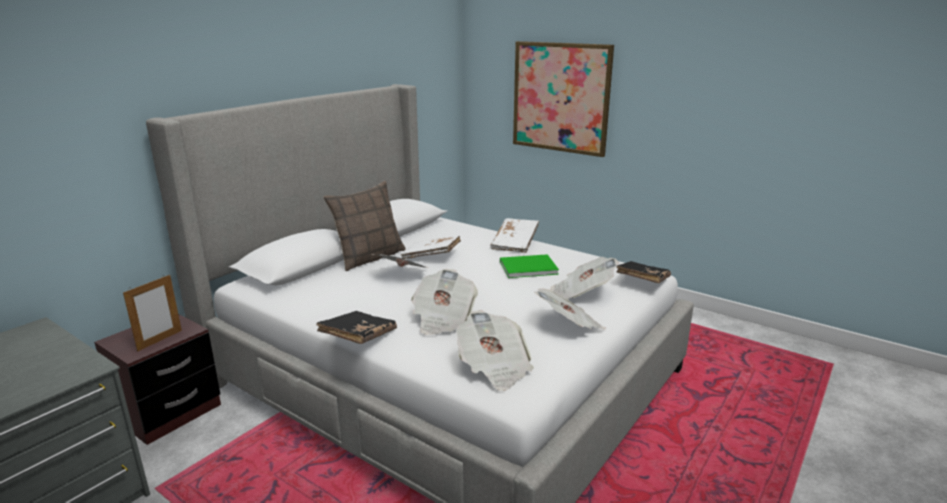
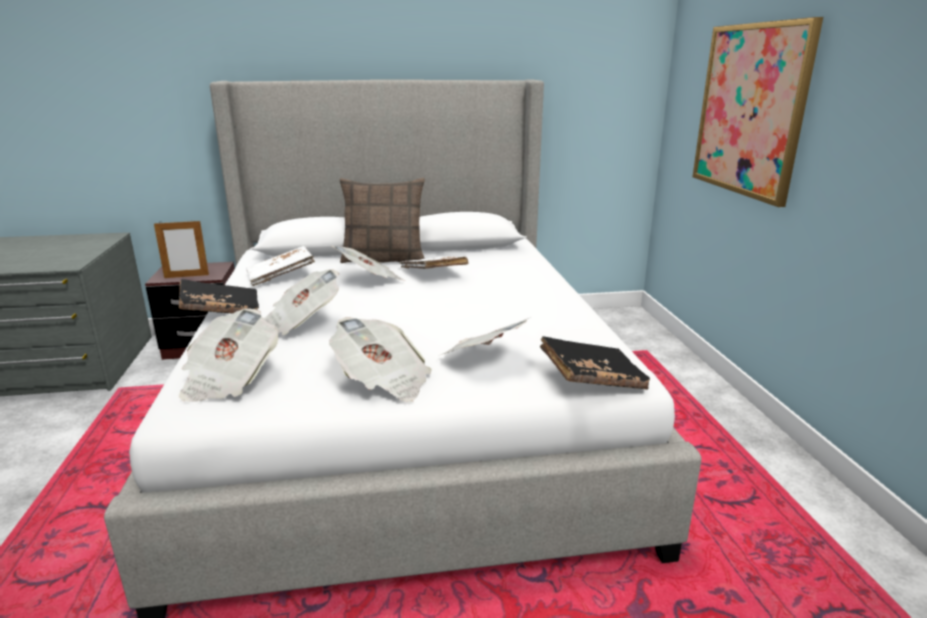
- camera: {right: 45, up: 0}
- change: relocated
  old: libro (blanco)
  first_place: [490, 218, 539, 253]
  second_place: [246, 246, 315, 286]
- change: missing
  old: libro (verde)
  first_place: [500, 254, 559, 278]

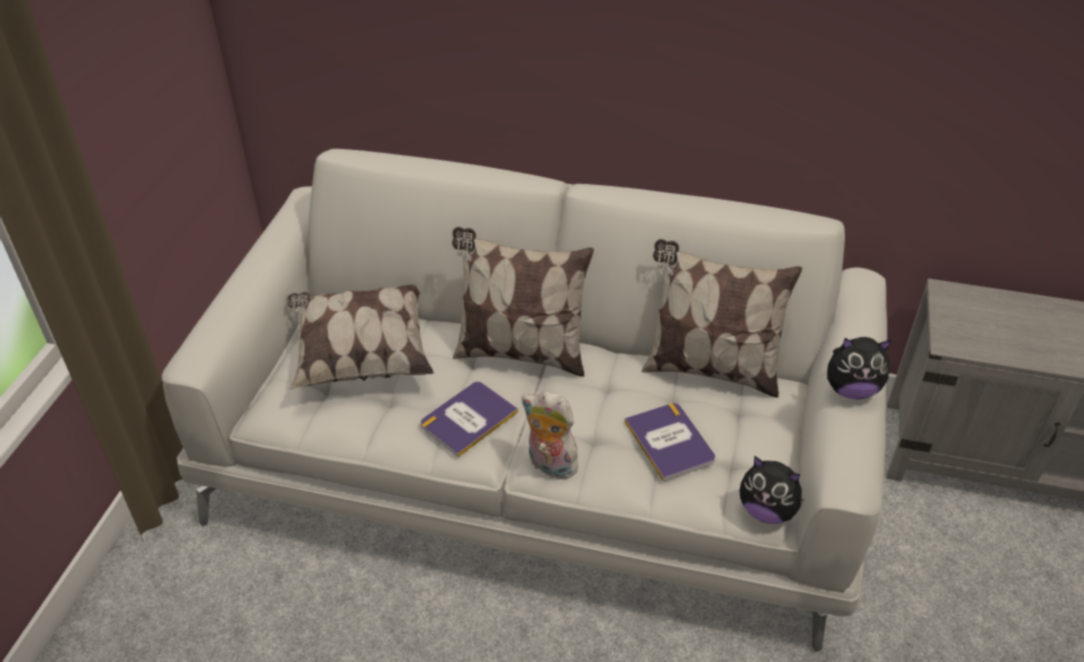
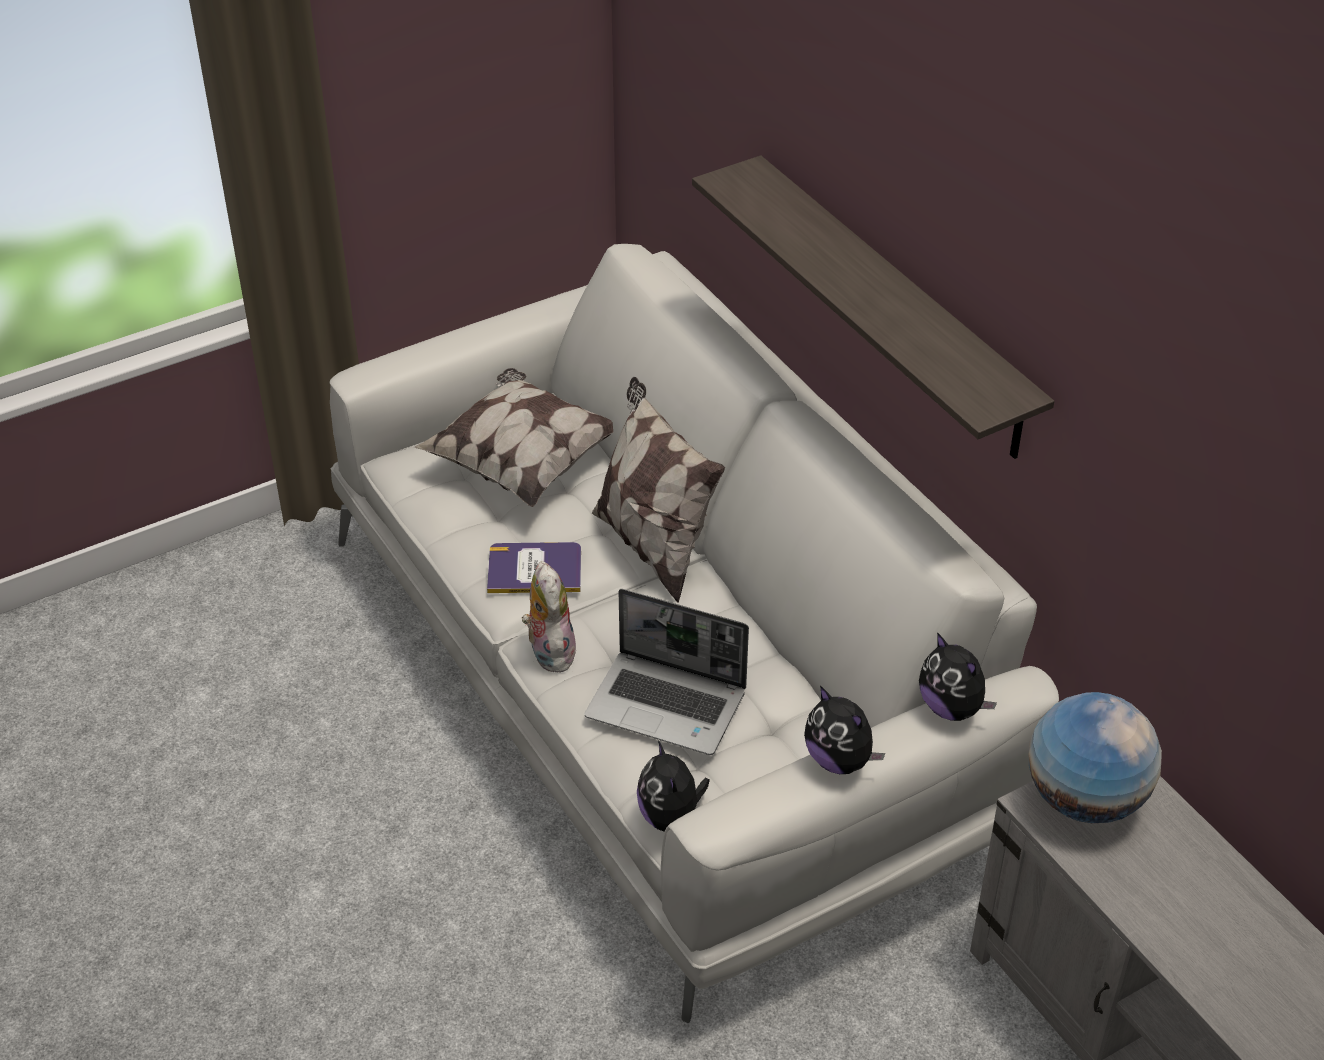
- camera: {right: 45, up: 0}
- change: exchanged
  old: libro
  new: portátil
  first_place: [624, 403, 715, 481]
  second_place: [585, 589, 749, 755]
- change: appeared
  new: estante
  second_place: [692, 155, 1054, 459]
- change: appeared
  new: peluche
  second_place: [919, 632, 997, 721]
- change: appeared
  new: globo terráqueo
  second_place: [1029, 692, 1162, 823]
- change: missing
  old: cojín
  first_place: [642, 239, 802, 398]

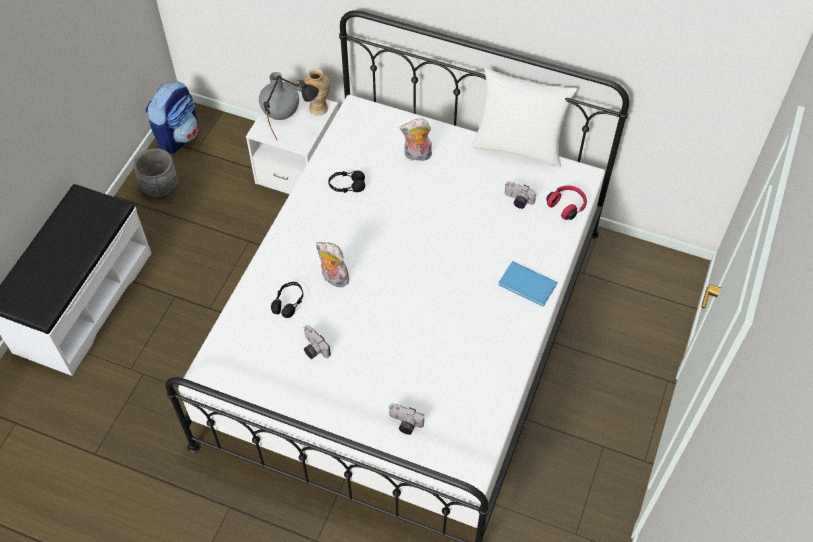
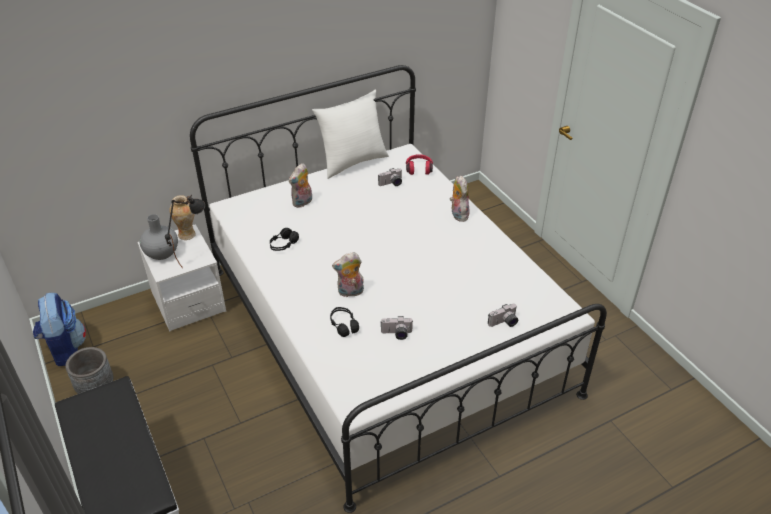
- camera: {right: -50, up: -15}
- change: exchanged
  old: libro (azul)
  new: peluche
  first_place: [498, 261, 558, 307]
  second_place: [450, 176, 470, 222]

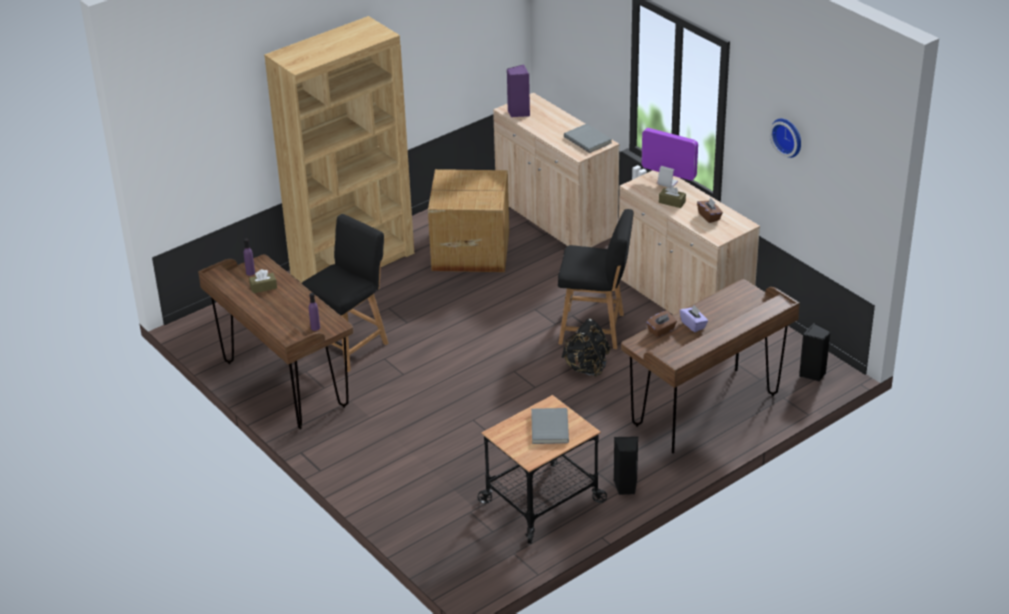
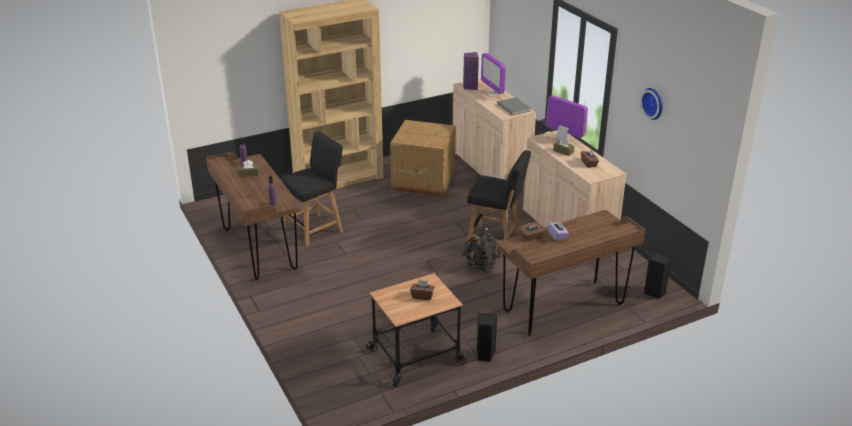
- camera: {right: 10, up: -5}
- change: exchanged
  old: libro (gris)
  new: caja de pañuelos (marrón)
  first_place: [531, 408, 569, 444]
  second_place: [410, 280, 435, 300]
- change: appeared
  new: monitor
  second_place: [481, 53, 506, 97]

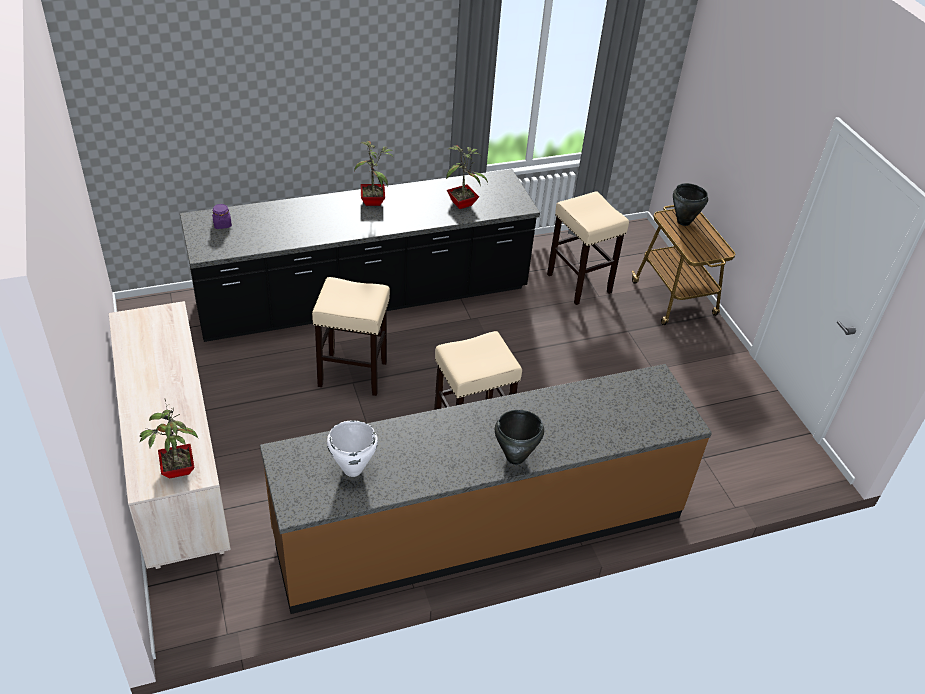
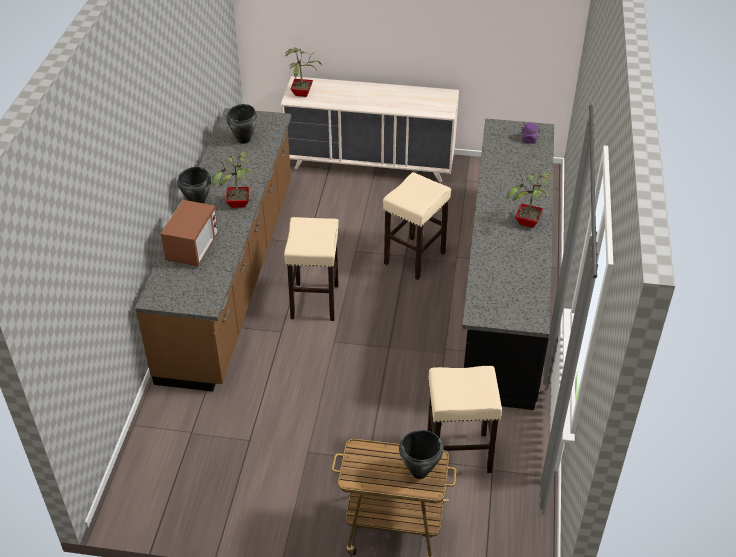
- camera: {right: 120, up: 0}
- change: appeared
  new: microondas
  second_place: [161, 200, 219, 267]
- change: relocated
  old: planta en maceta
  first_place: [446, 145, 488, 209]
  second_place: [212, 150, 253, 208]
- change: colour
  old: olla (blanco)
  new: olla (negro)
  first_place: [327, 420, 378, 477]
  second_place: [226, 104, 257, 144]

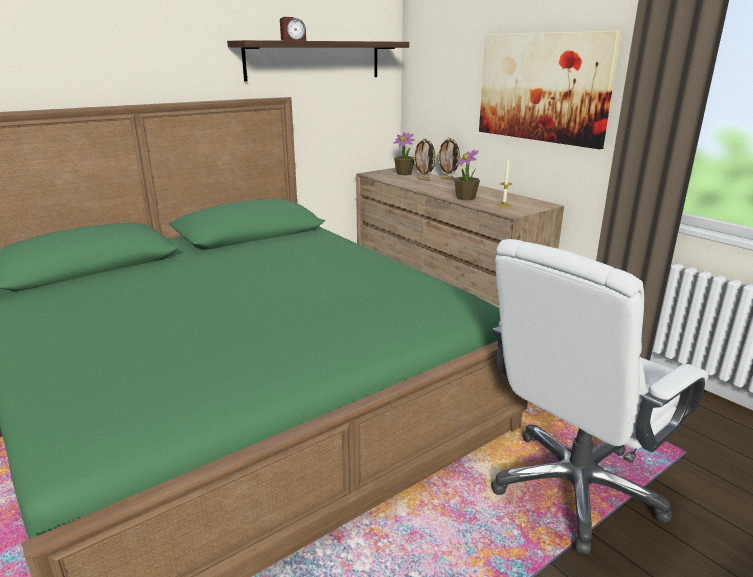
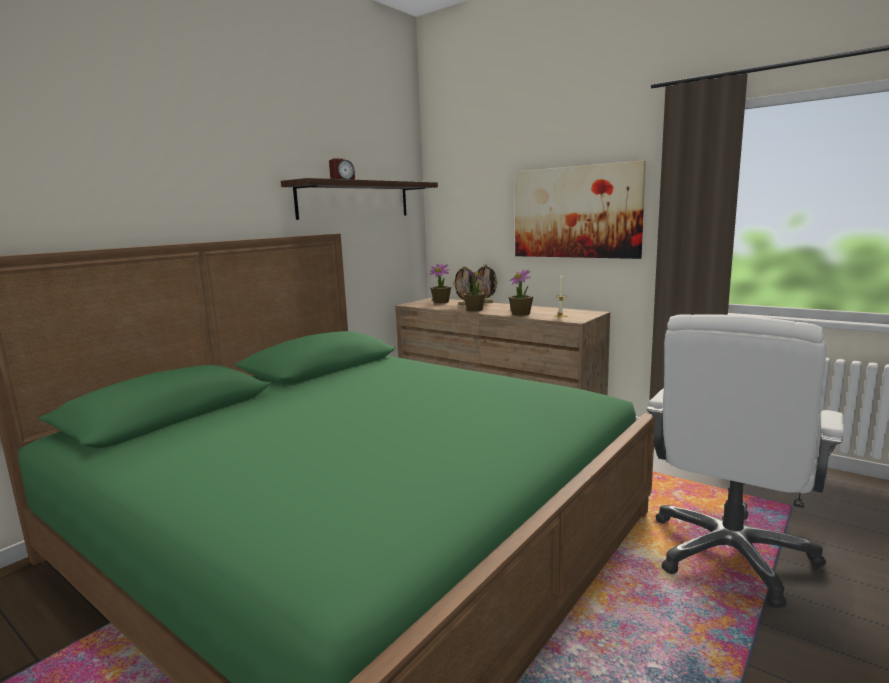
- camera: {right: -15, up: -10}
- change: appeared
  new: planta en maceta
  second_place: [463, 269, 485, 312]

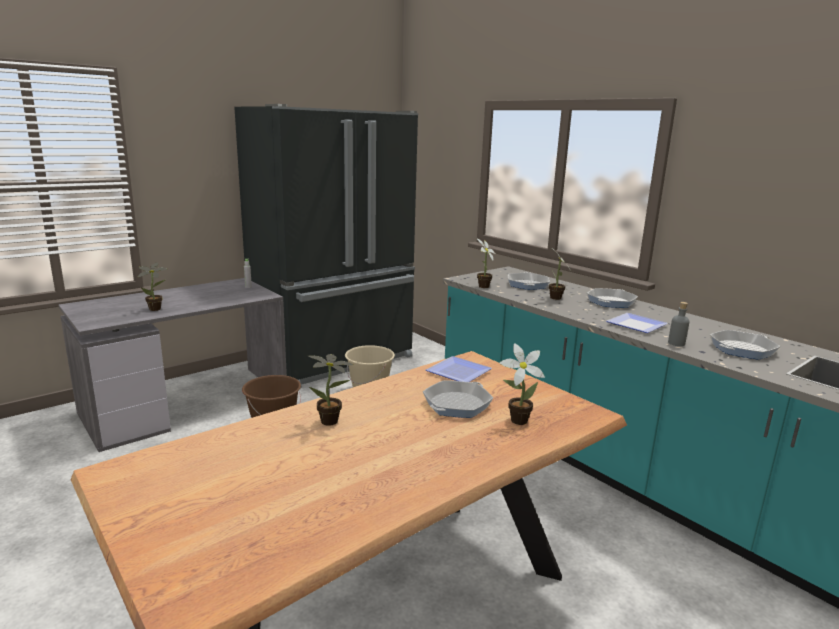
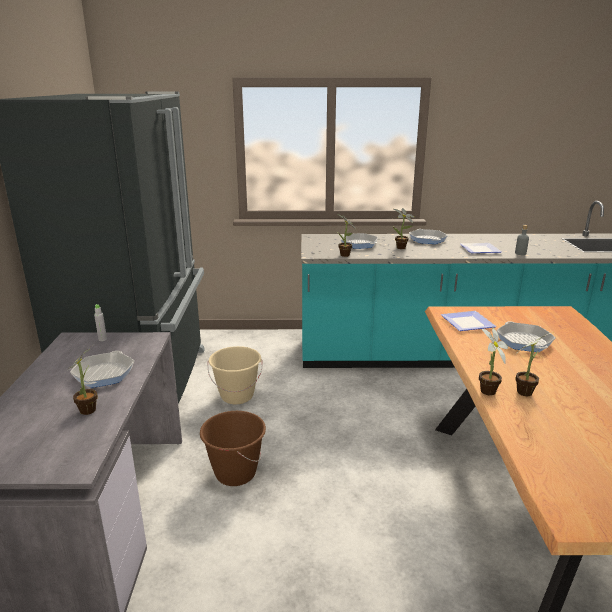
- camera: {right: -50, up: 5}
- change: relocated
  old: sartén
  first_place: [710, 330, 780, 360]
  second_place: [70, 351, 134, 388]
- change: relocated
  old: planta en maceta
  first_place: [499, 343, 545, 425]
  second_place: [479, 327, 508, 396]

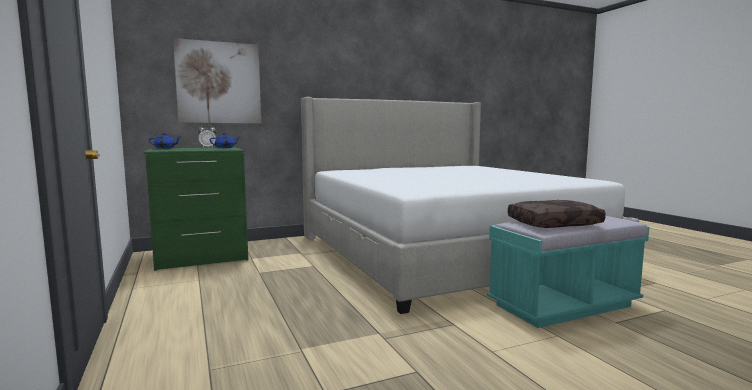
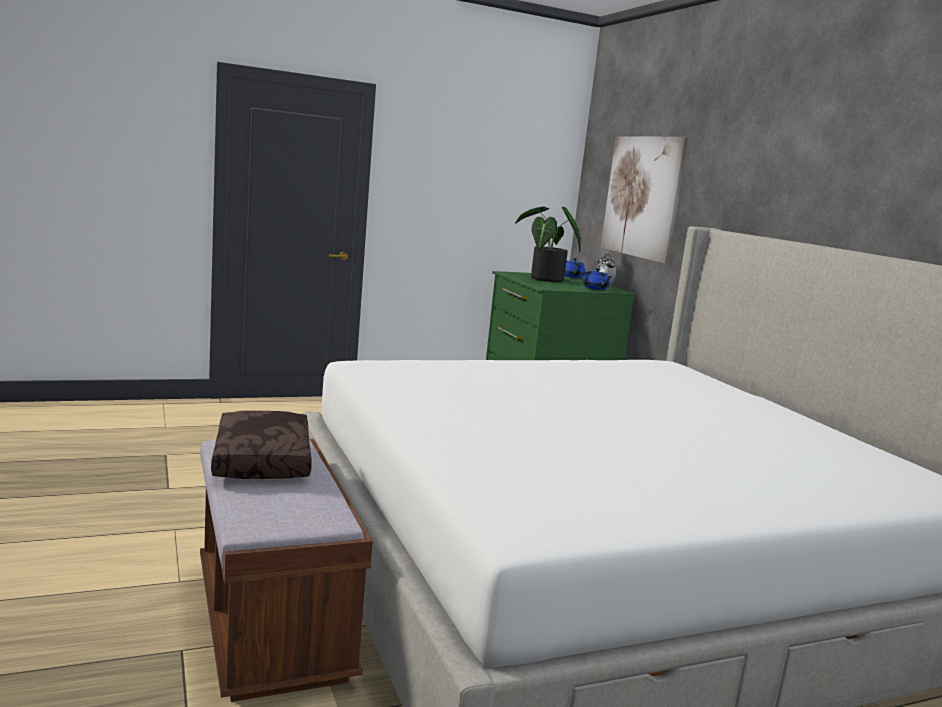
- camera: {right: 90, up: 5}
- change: colour
  old: banco (turquesa)
  new: banco (marrón)
  first_place: [487, 216, 649, 328]
  second_place: [200, 439, 373, 702]
- change: appeared
  new: planta en maceta
  second_place: [515, 206, 581, 282]

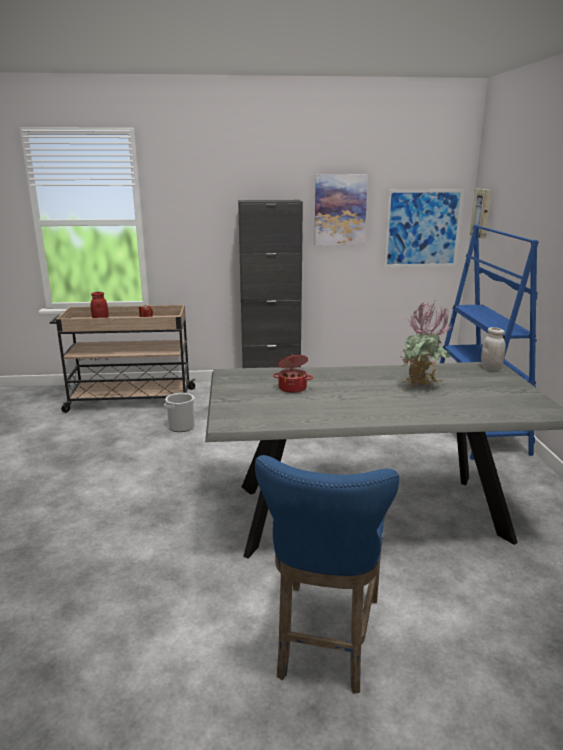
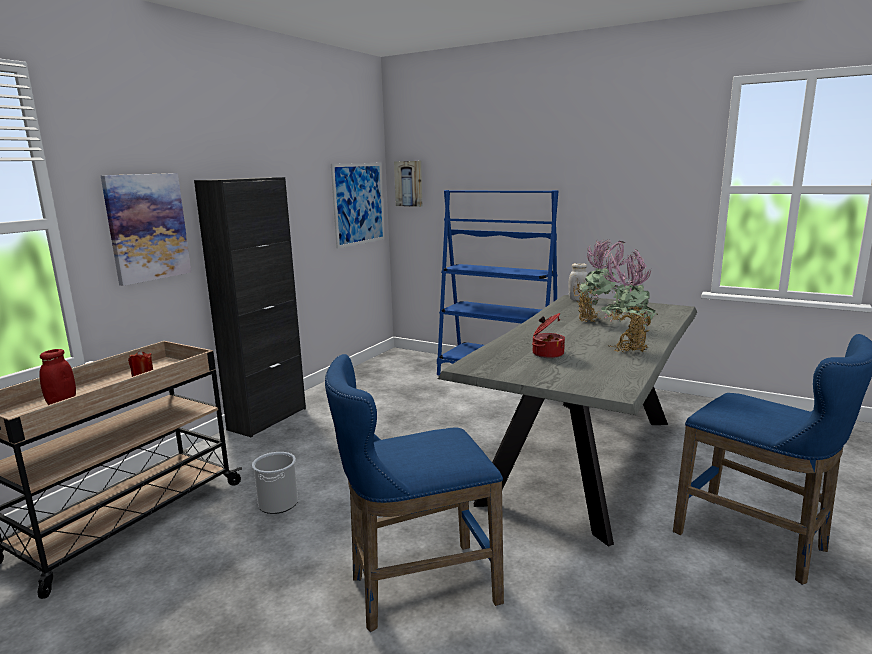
- camera: {right: -55, up: -5}
- change: relocated
  old: cuadro
  first_place: [314, 174, 368, 245]
  second_place: [100, 173, 191, 286]
- change: appeared
  new: taburete (azul)
  second_place: [325, 354, 504, 632]
- change: appeared
  new: planta en maceta
  second_place: [601, 249, 658, 353]

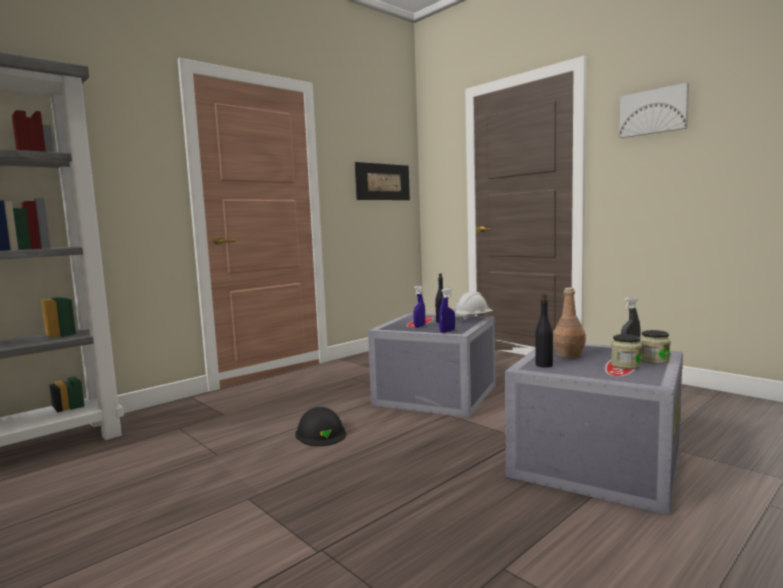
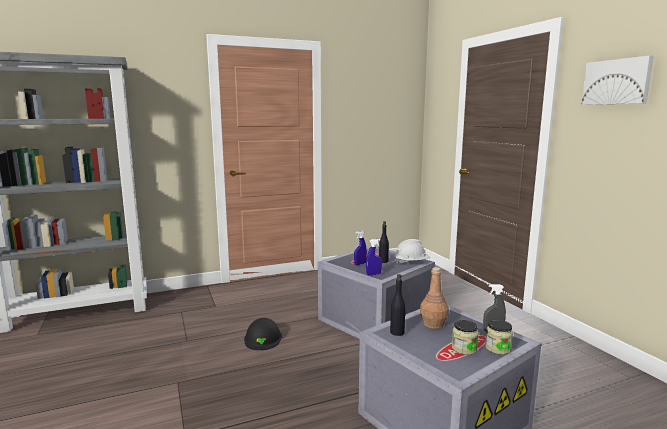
- camera: {right: 20, up: 5}
- change: missing
  old: cuadro
  first_place: [355, 162, 410, 200]

